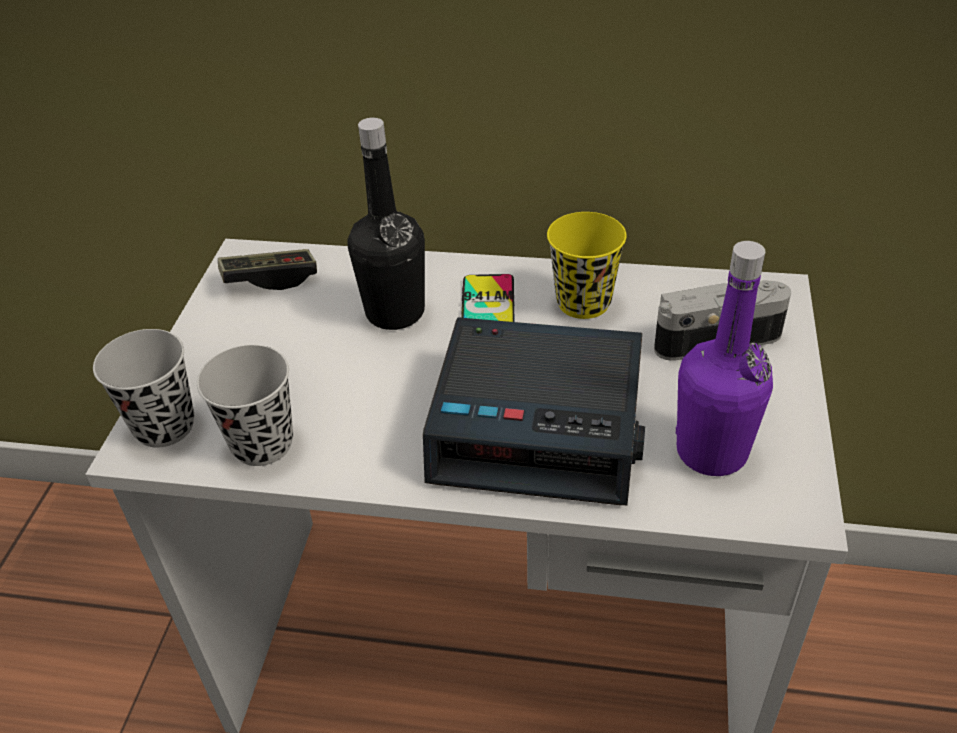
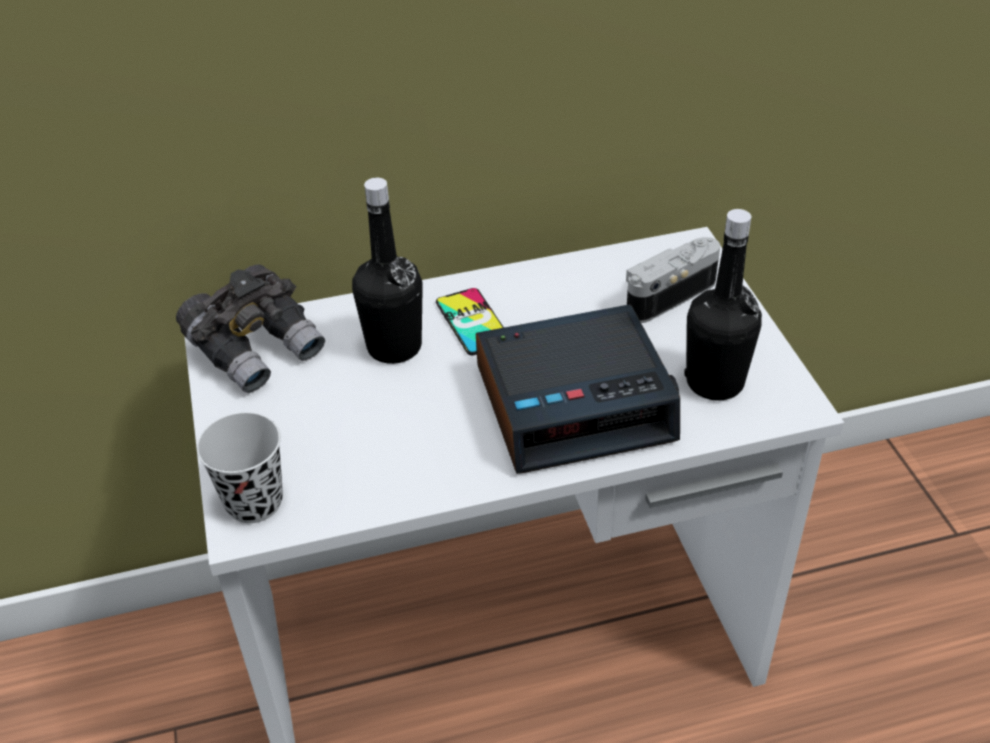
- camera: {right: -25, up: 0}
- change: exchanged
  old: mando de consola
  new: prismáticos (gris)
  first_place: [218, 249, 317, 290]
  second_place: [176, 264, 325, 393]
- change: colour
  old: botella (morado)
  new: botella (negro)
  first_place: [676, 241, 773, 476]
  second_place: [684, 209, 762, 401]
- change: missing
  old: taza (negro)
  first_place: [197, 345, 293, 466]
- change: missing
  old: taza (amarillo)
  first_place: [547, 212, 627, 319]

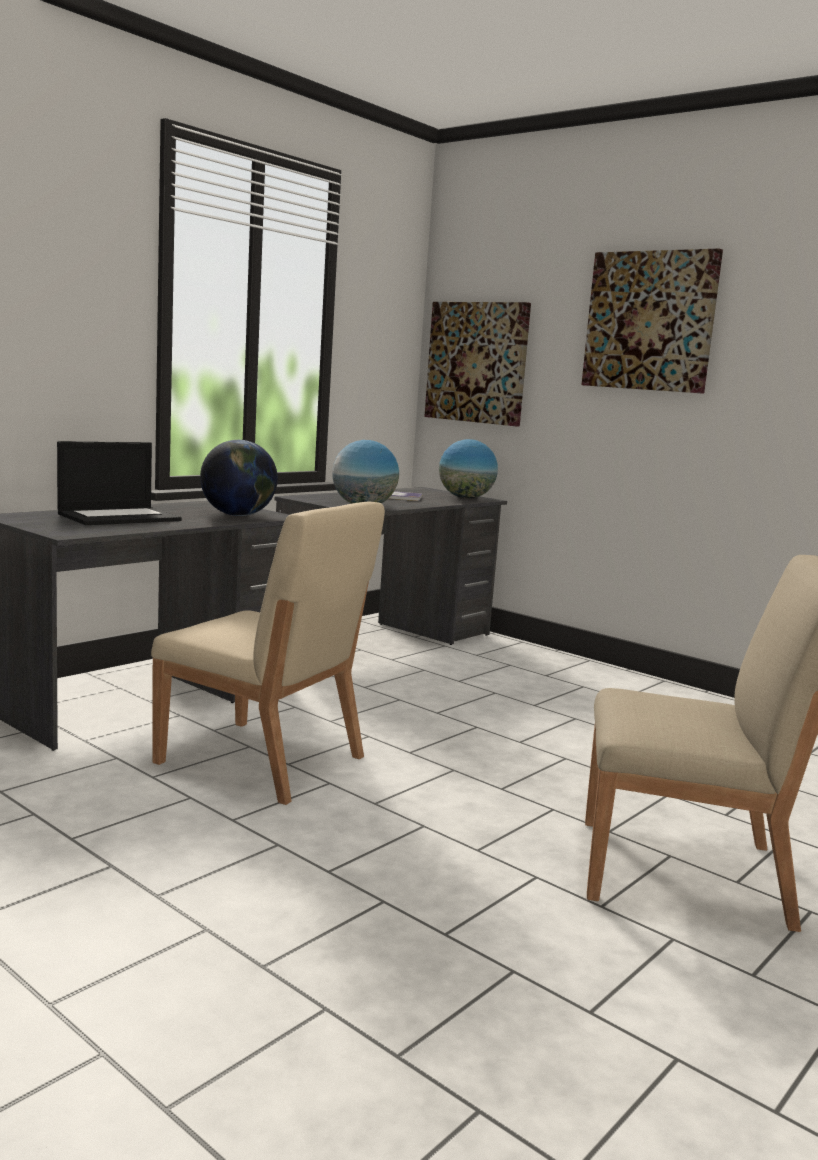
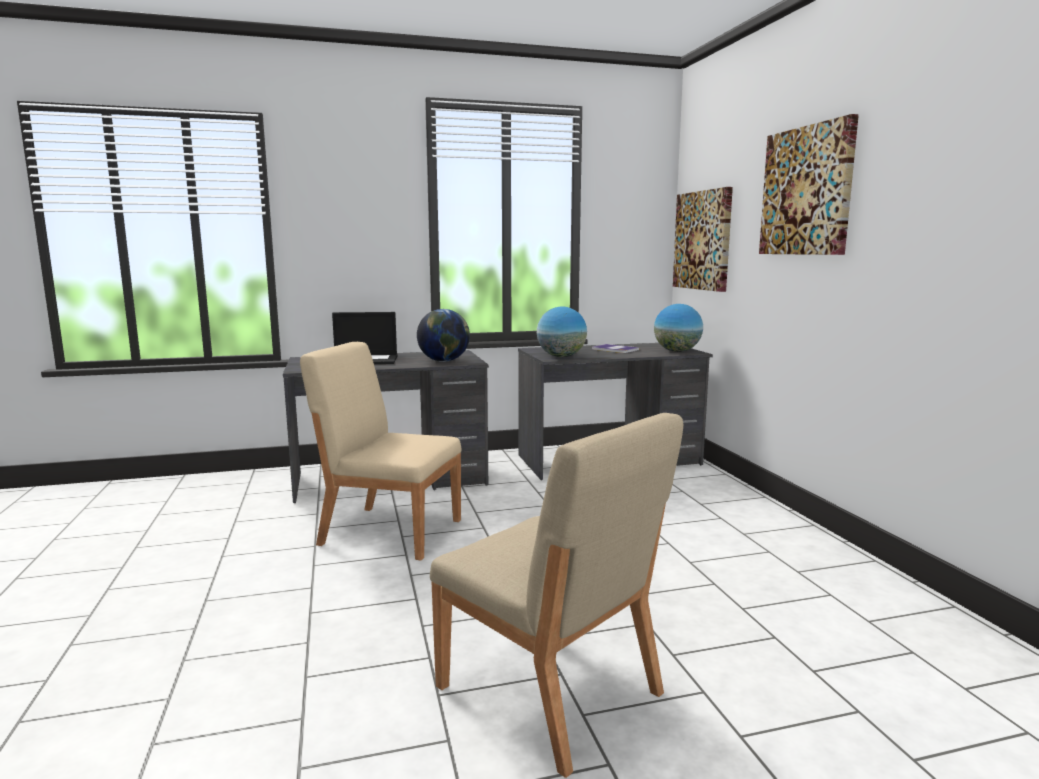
- camera: {right: 35, up: 0}
- change: spun
  old: silla (beis)
  first_place: [151, 502, 385, 805]
  second_place: [300, 342, 462, 561]
  degrees: 135

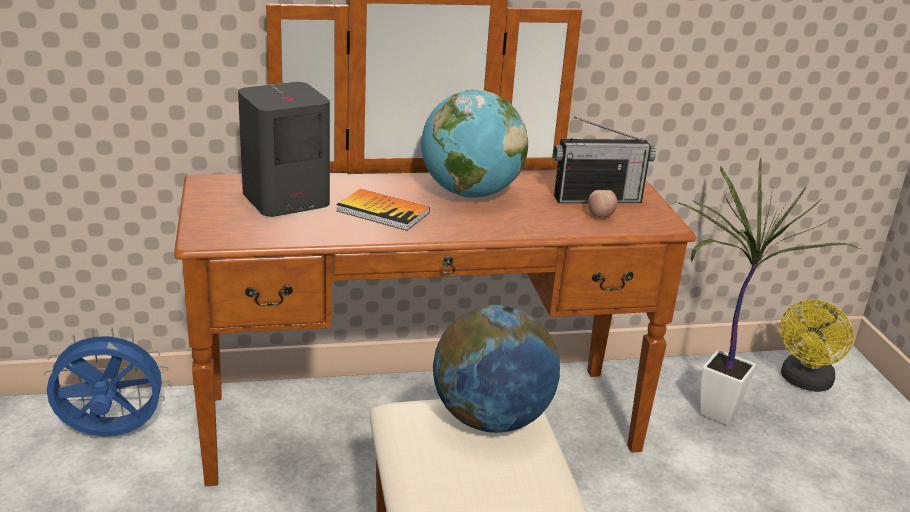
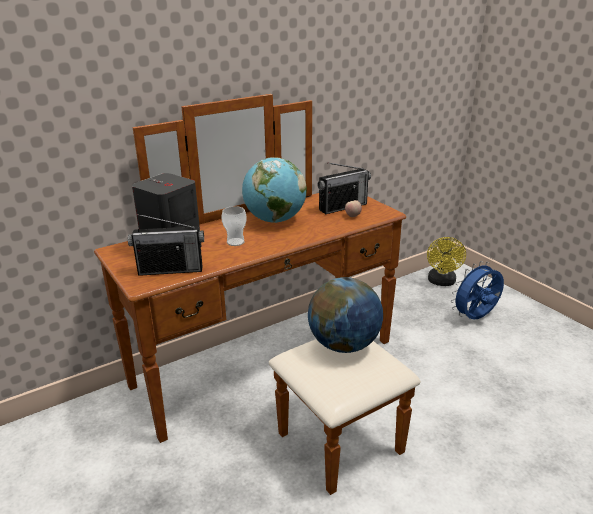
- camera: {right: -20, up: 0}
- change: appeared
  new: radio
  second_place: [128, 214, 204, 276]
- change: exchanged
  old: libro
  new: taza
  first_place: [336, 189, 430, 231]
  second_place: [221, 206, 247, 246]
- change: relocated
  old: ventilador (azul)
  first_place: [43, 327, 170, 436]
  second_place: [451, 261, 504, 320]
- change: missing
  old: planta en maceta
  first_place: [676, 157, 860, 425]

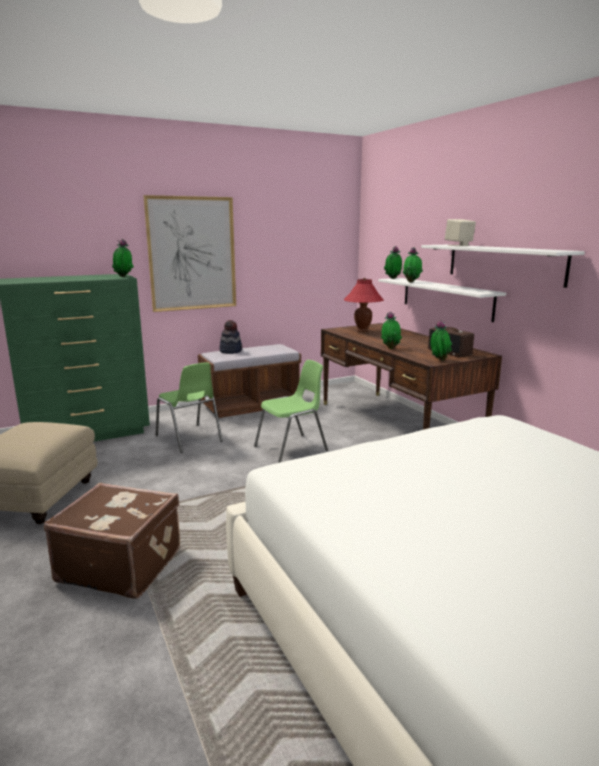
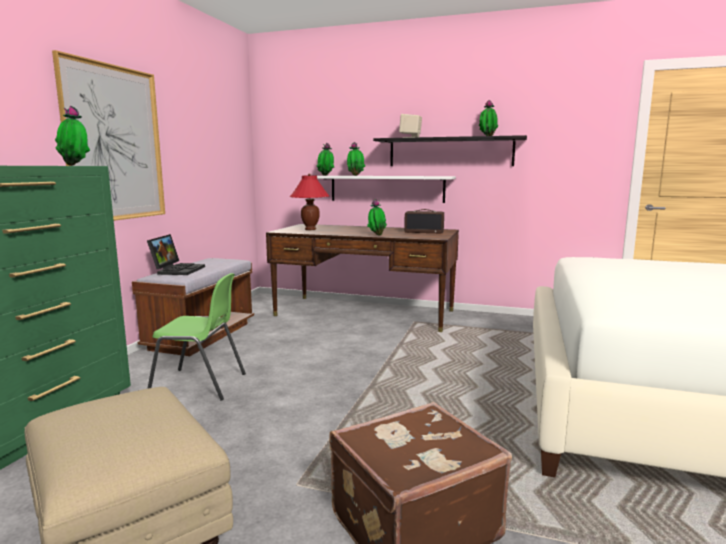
- camera: {right: -45, up: -5}
- change: exchanged
  old: sombrero
  new: portátil
  first_place: [220, 320, 242, 354]
  second_place: [147, 234, 205, 275]
- change: colour
  old: estante (blanco)
  new: estante (negro)
  first_place: [421, 245, 585, 288]
  second_place: [373, 135, 527, 166]
- change: relocated
  old: planta en maceta
  first_place: [431, 320, 452, 361]
  second_place: [479, 100, 498, 136]
- change: missing
  old: silla (verde)
  first_place: [254, 360, 328, 463]

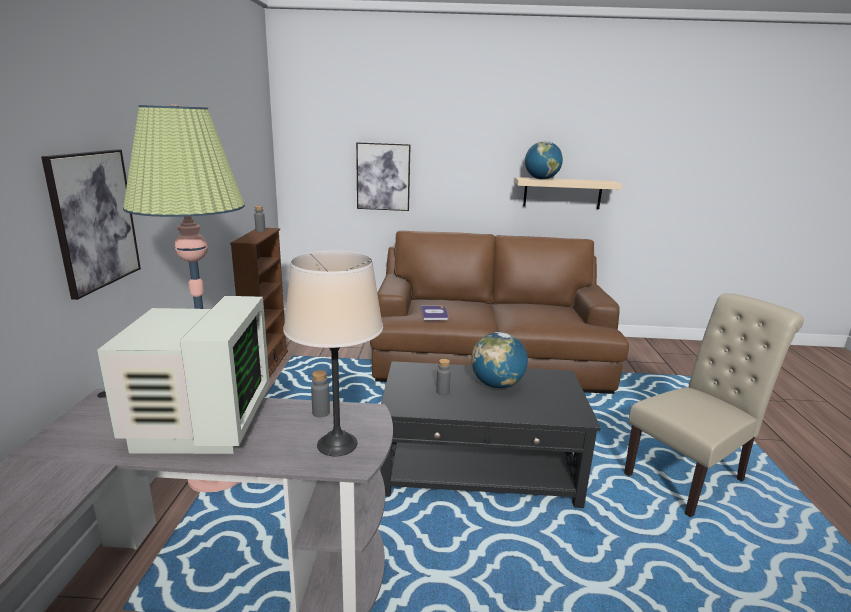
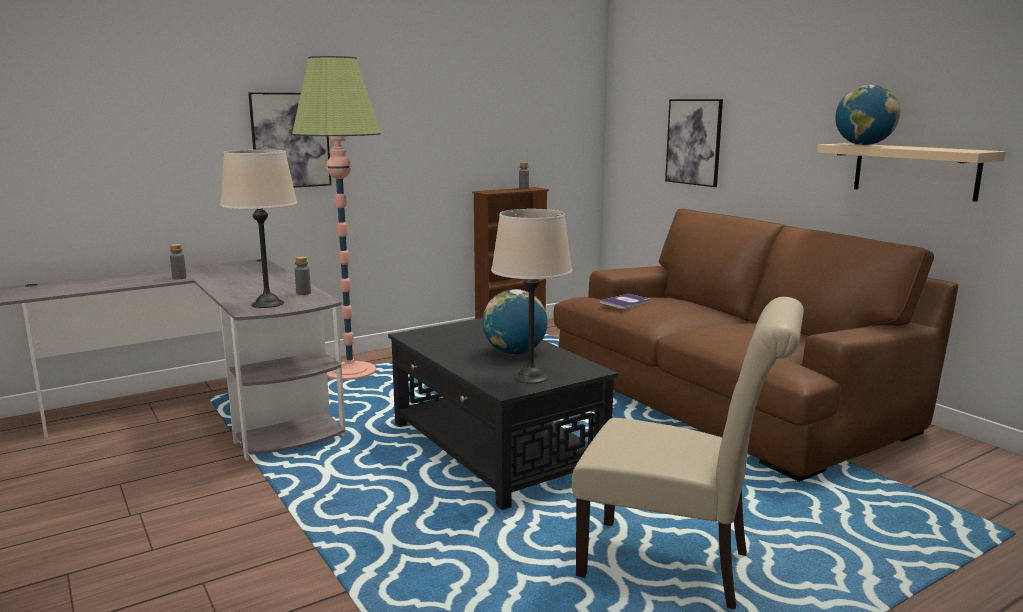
- camera: {right: 55, up: -5}
- change: relocated
  old: botella (gris)
  first_place: [436, 359, 451, 395]
  second_place: [170, 244, 186, 279]
- change: appeared
  new: lámpara de mesa (beis)
  second_place: [491, 209, 572, 384]
- change: missing
  old: monitor
  first_place: [97, 296, 270, 454]

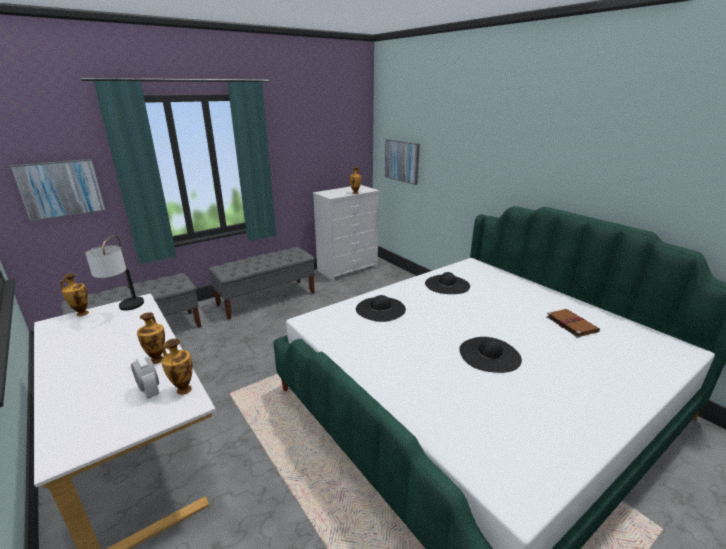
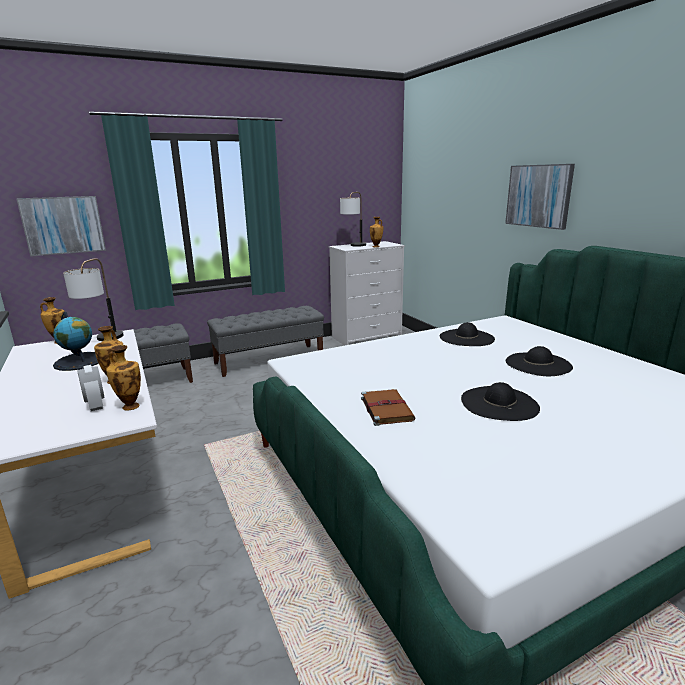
- camera: {right: 10, up: -5}
- change: appeared
  new: globo terráqueo
  second_place: [53, 312, 99, 371]
- change: appeared
  new: lámpara de mesa
  second_place: [340, 192, 366, 247]
- change: relocated
  old: libro (marrón)
  first_place: [546, 309, 600, 338]
  second_place: [361, 389, 415, 426]
- change: relocated
  old: cuadro
  first_place: [385, 139, 420, 185]
  second_place: [505, 164, 575, 230]
- change: relocated
  old: sombrero (negro)
  first_place: [356, 295, 406, 322]
  second_place: [506, 346, 573, 376]

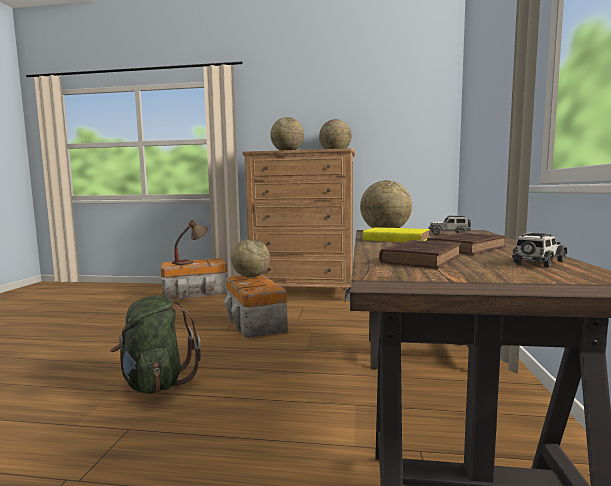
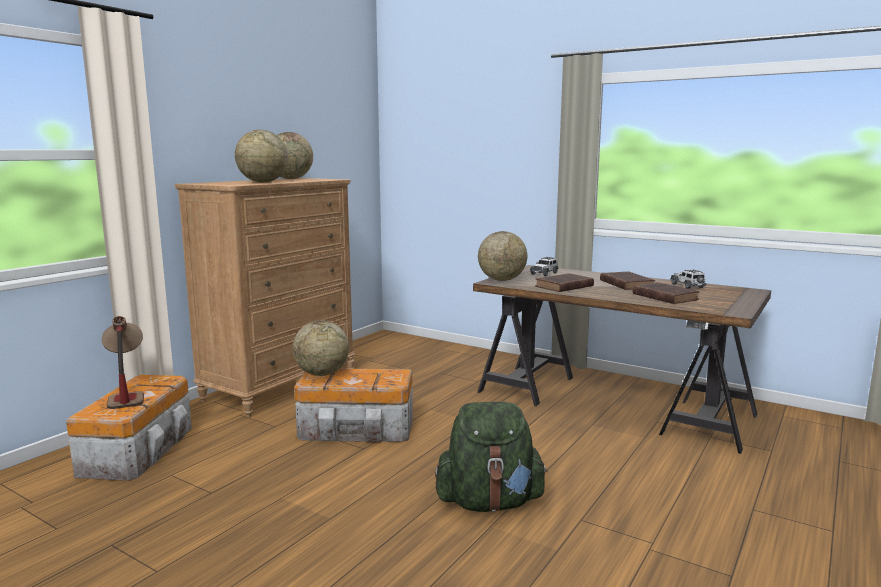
- camera: {right: -65, up: 5}
- change: colour
  old: libro (amarillo)
  new: libro (marrón)
  first_place: [363, 227, 430, 242]
  second_place: [535, 273, 594, 292]

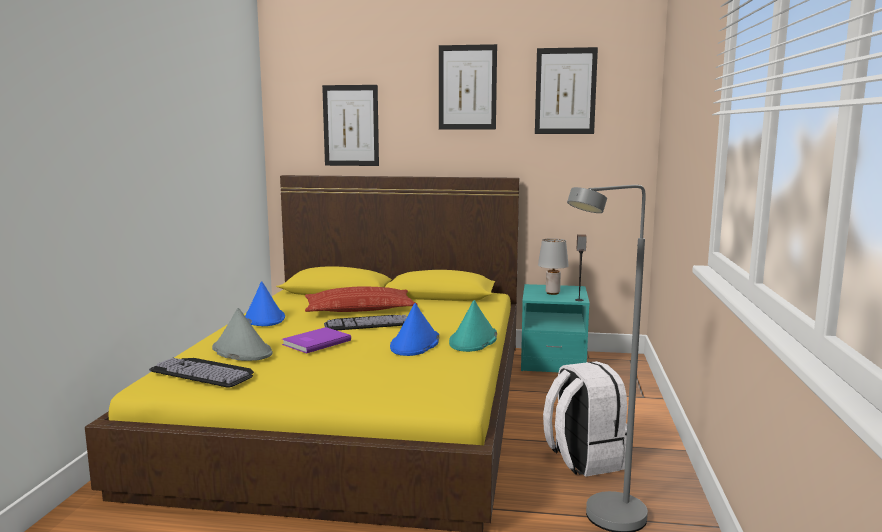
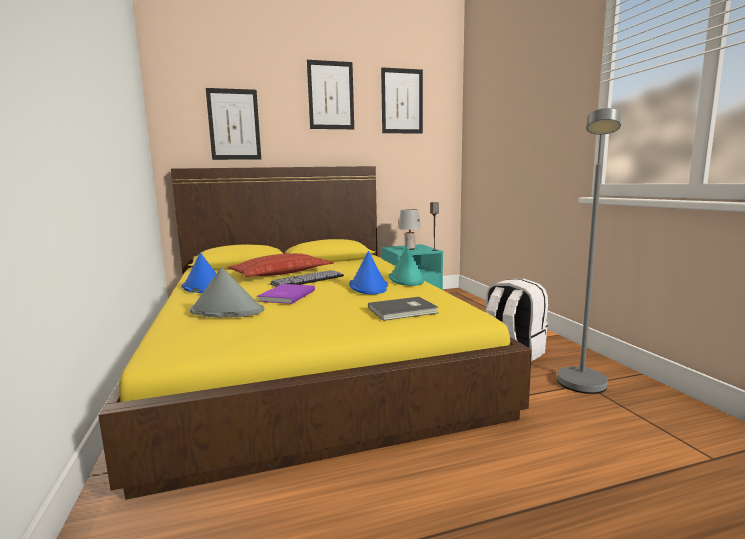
- camera: {right: -25, up: 0}
- change: appeared
  new: libro (gris)
  second_place: [368, 297, 438, 321]
- change: missing
  old: teclado
  first_place: [149, 358, 254, 388]

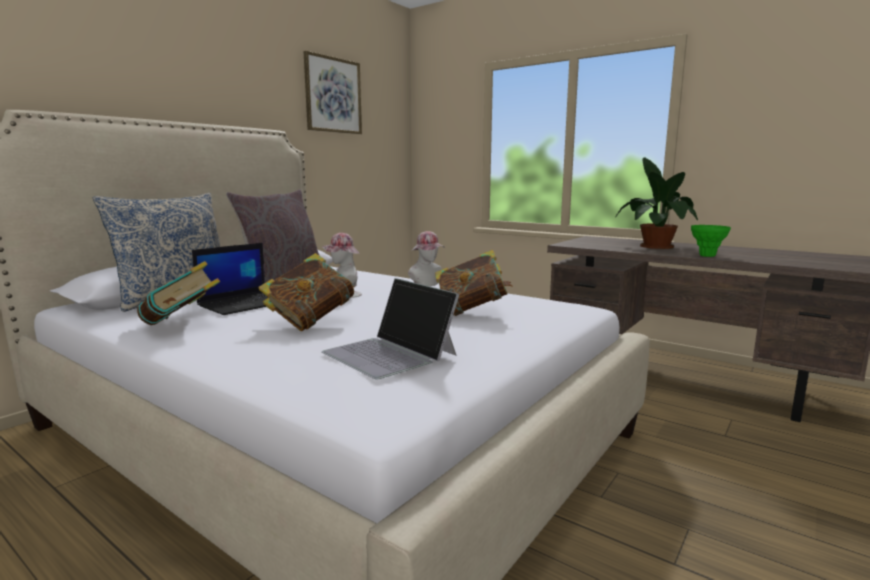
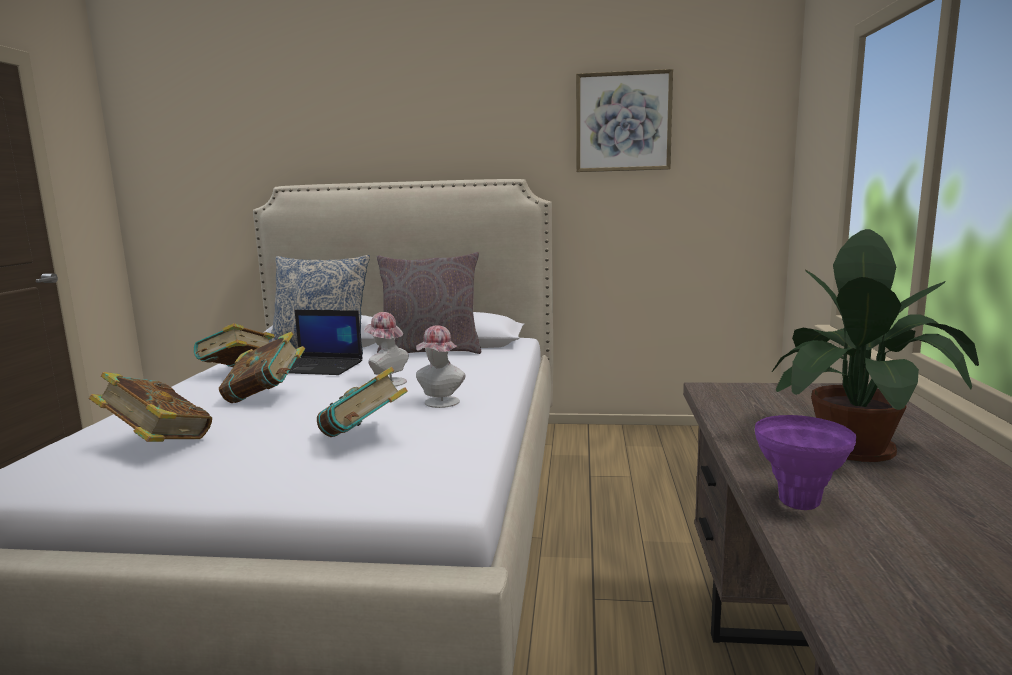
- camera: {right: 60, up: 0}
- change: exchanged
  old: portátil
  new: libro
  first_place: [322, 278, 459, 379]
  second_place: [89, 372, 212, 442]
- change: colour
  old: florero (verde)
  new: florero (morado)
  first_place: [691, 225, 731, 257]
  second_place: [755, 415, 856, 510]

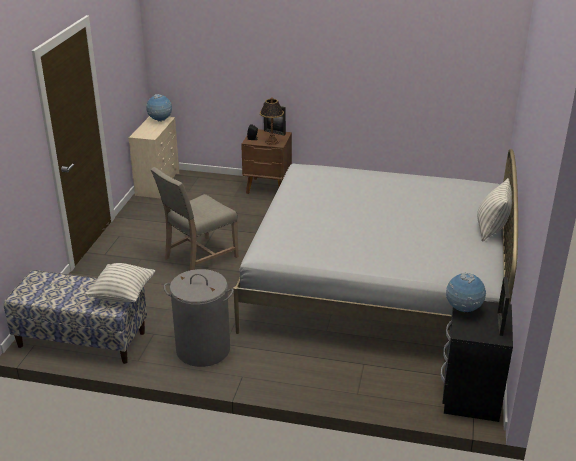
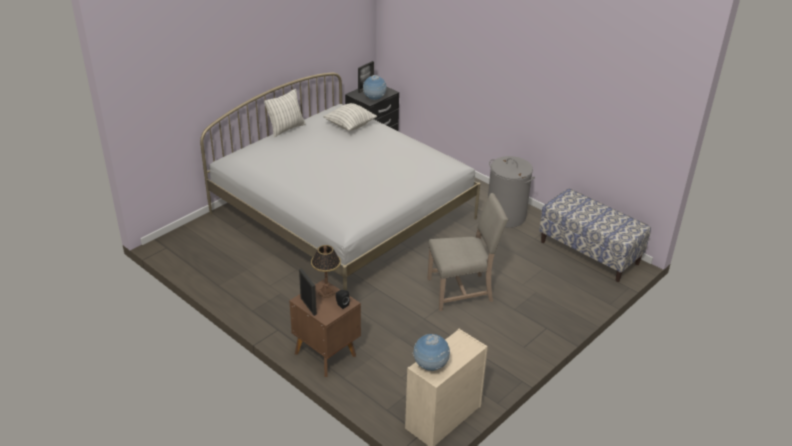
- camera: {right: -150, up: 5}
- change: relocated
  old: cojín
  first_place: [85, 263, 156, 302]
  second_place: [323, 103, 377, 131]

